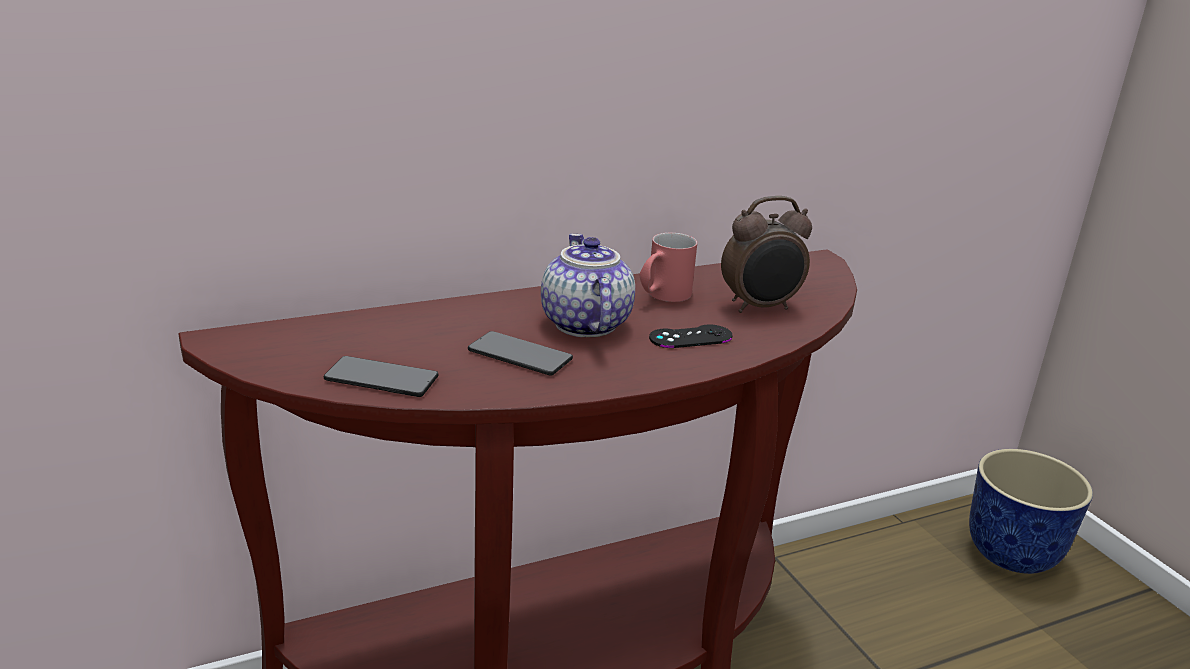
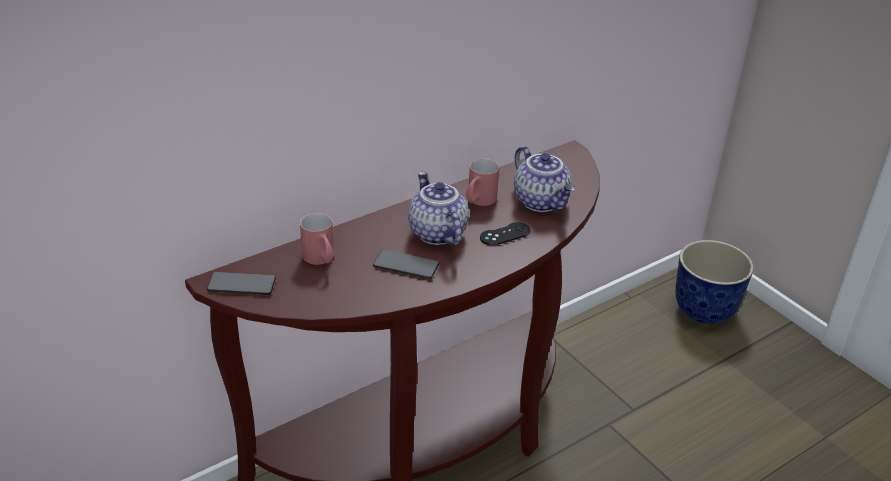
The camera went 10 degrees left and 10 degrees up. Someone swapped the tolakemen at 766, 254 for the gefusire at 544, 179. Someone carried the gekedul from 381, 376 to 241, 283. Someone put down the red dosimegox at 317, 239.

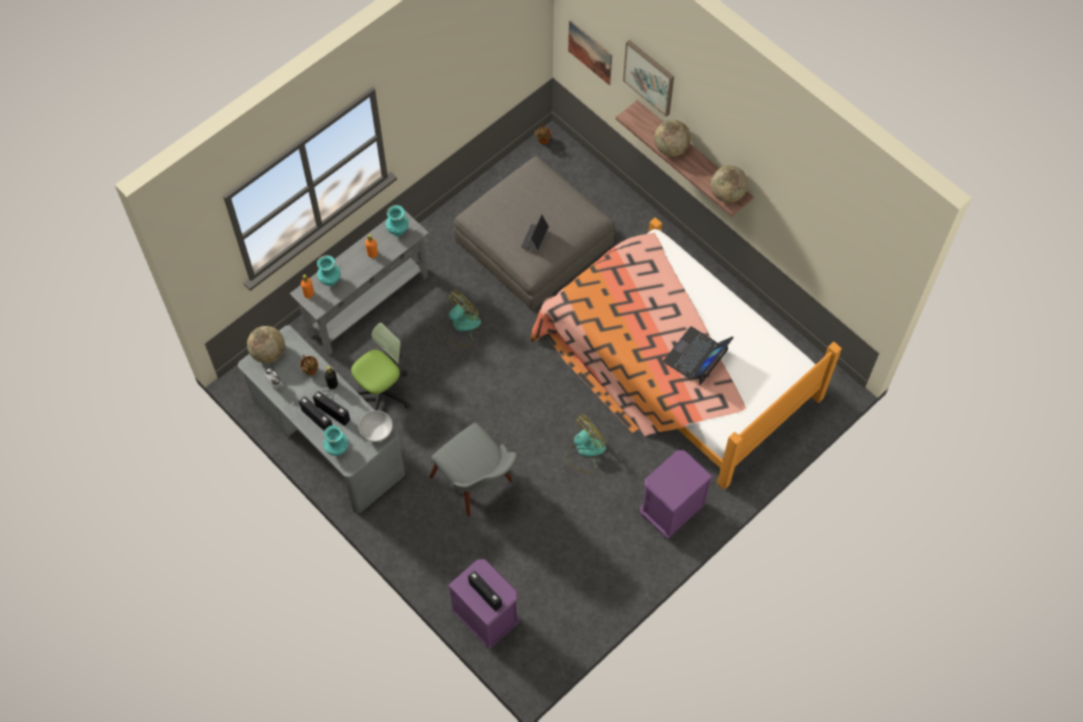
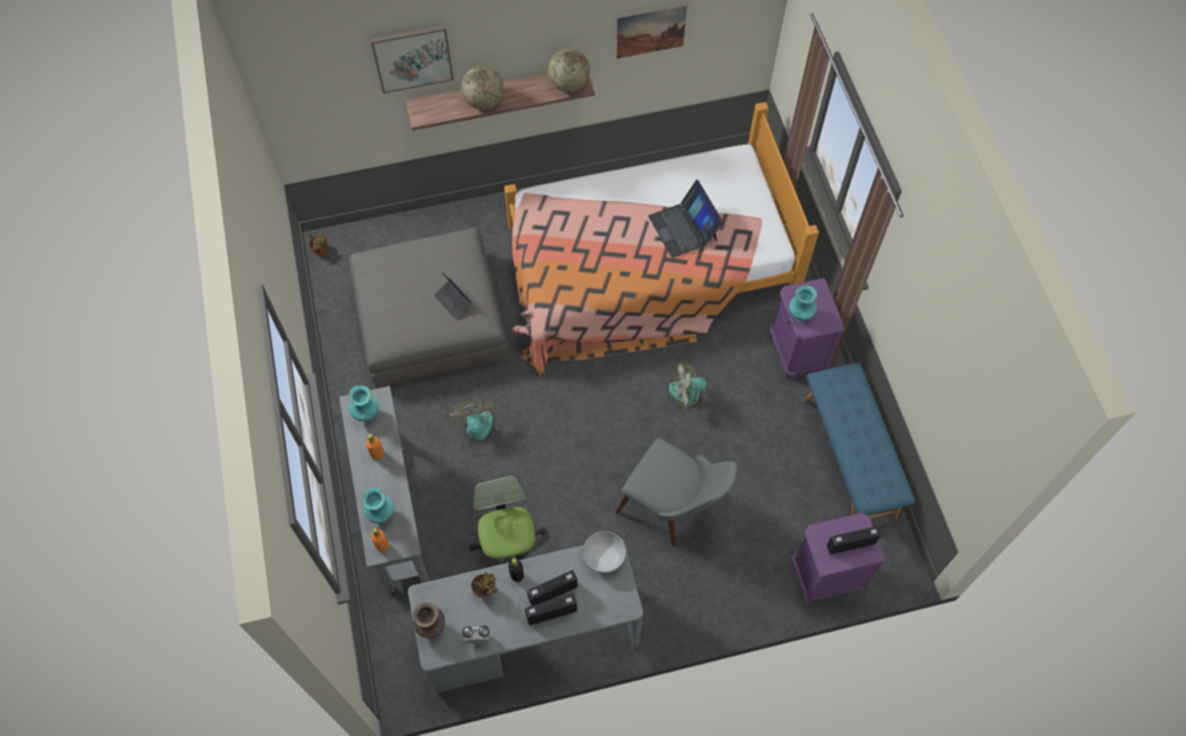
The camera went 60 degrees left and 0 degrees up. Someone carried the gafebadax from 590, 52 to 651, 31. Someone swapped the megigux at 266, 344 for the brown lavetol at 429, 620. Someone rotated the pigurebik at 585, 443 by 90 degrees counterclockwise. Someone rotated the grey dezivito at 474, 470 by 45 degrees clockwise. Someone carried the turquoise lavetol from 335, 440 to 803, 303. Someone put down the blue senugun at 859, 441.

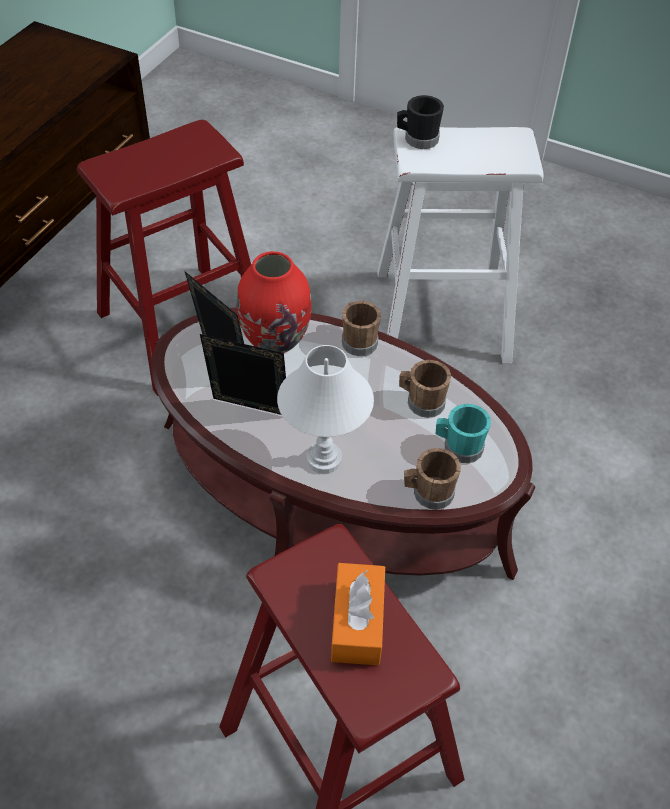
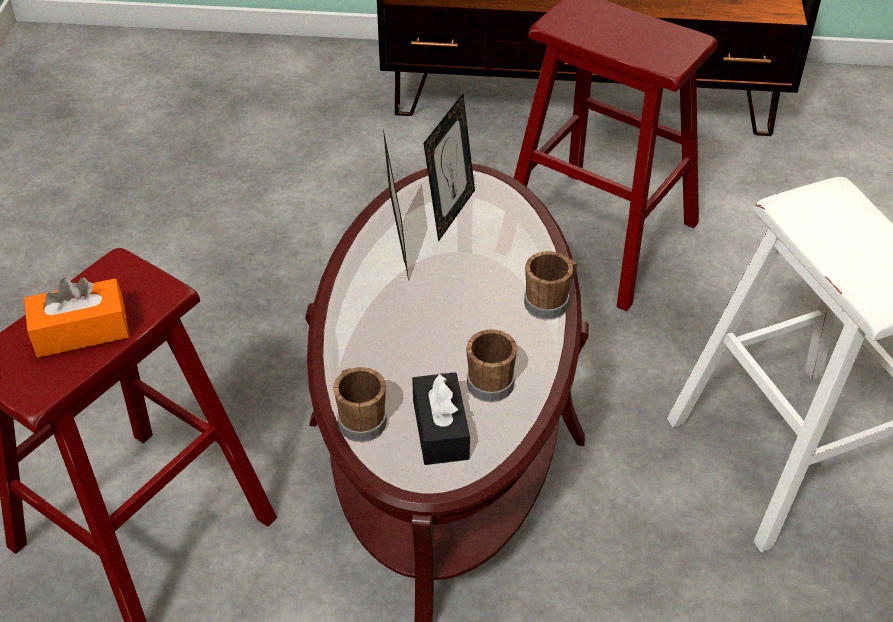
The camera went 70 degrees right and 5 degrees down. Someone took away the black dosimegox at 420, 122. Someone took away the red lavetol at 274, 302. Someone took away the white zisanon at 325, 409. Someone swapped the turquoise dosimegox at 463, 433 for the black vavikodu at 441, 418.

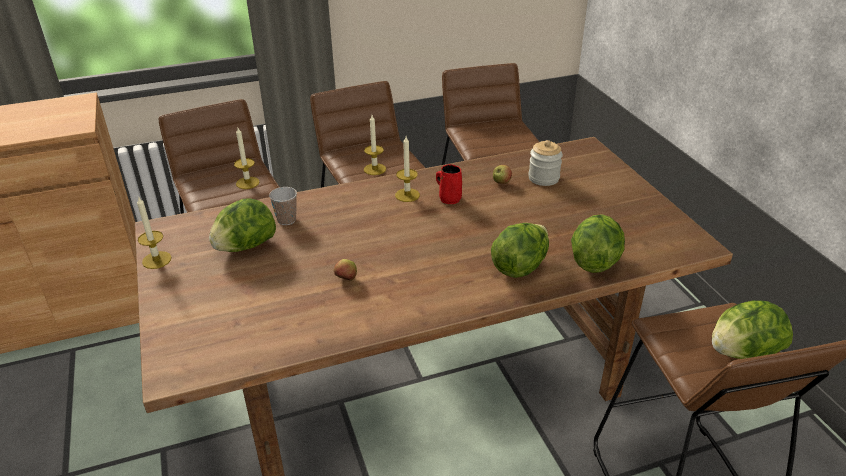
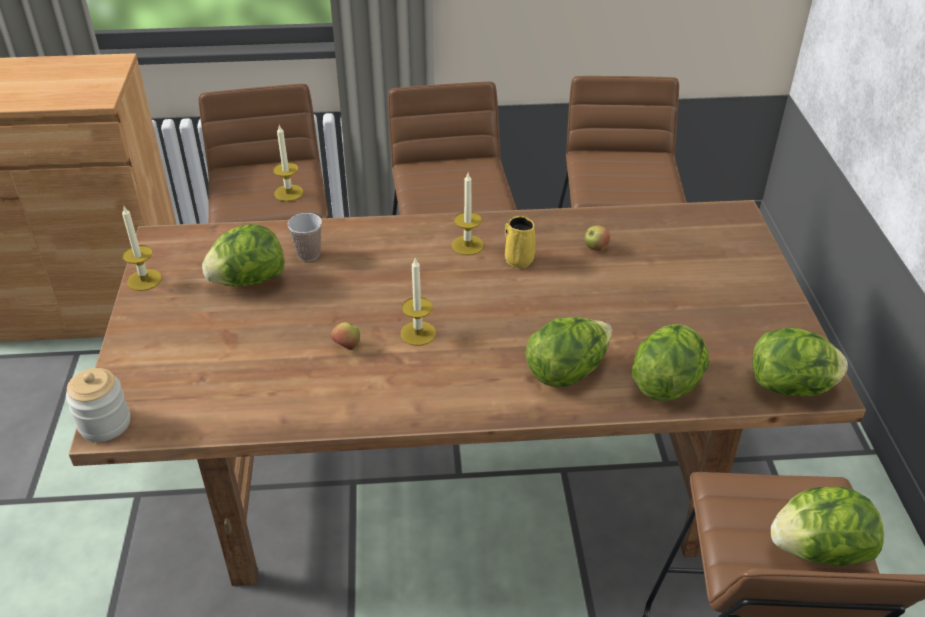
The camera went 15 degrees right and 5 degrees up. Someone carried the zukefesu from 375, 145 to 418, 301. Someone carried the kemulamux from 545, 163 to 98, 405. Someone repainted the red dosimegox at 449, 184, which became the yellow dosimegox at 520, 242. Someone put down the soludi at 800, 362.

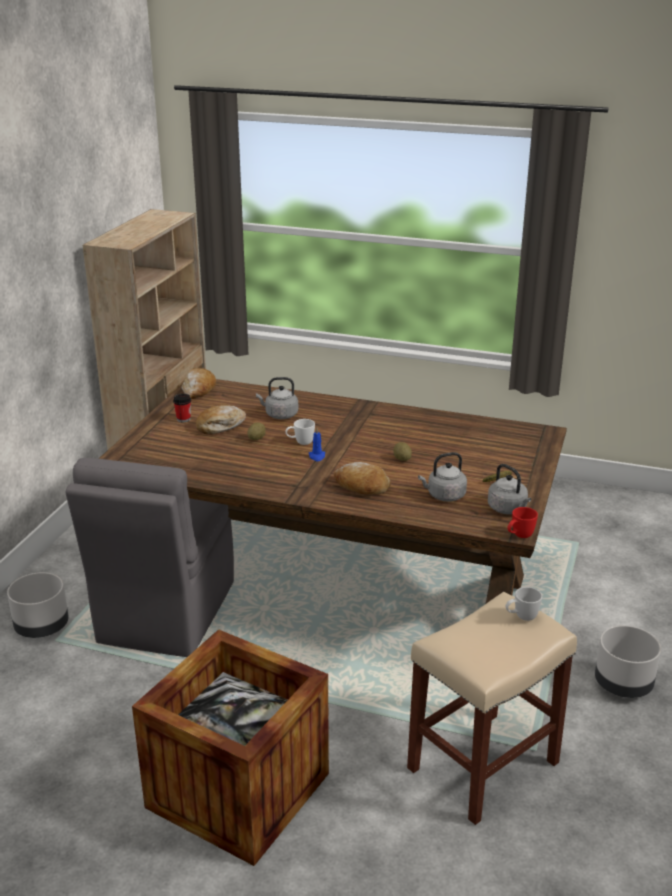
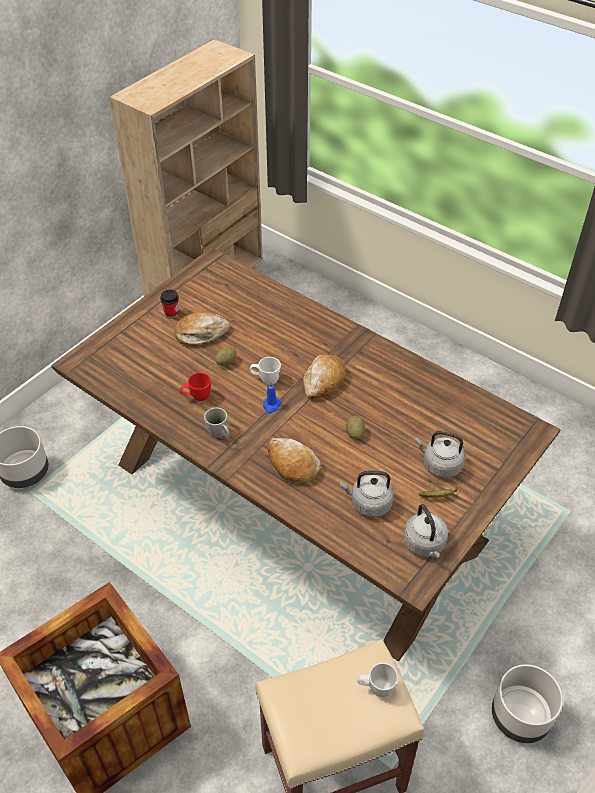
The camera went 20 degrees right and 20 degrees up. Someone carried the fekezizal from 199, 383 to 324, 376. Someone carried the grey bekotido from 277, 398 to 440, 454. Someone took away the grey dezivito at 150, 557. Someone carried the red dosimegox from 522, 522 to 195, 387. Someone put down the grey dosimegox at 217, 422.

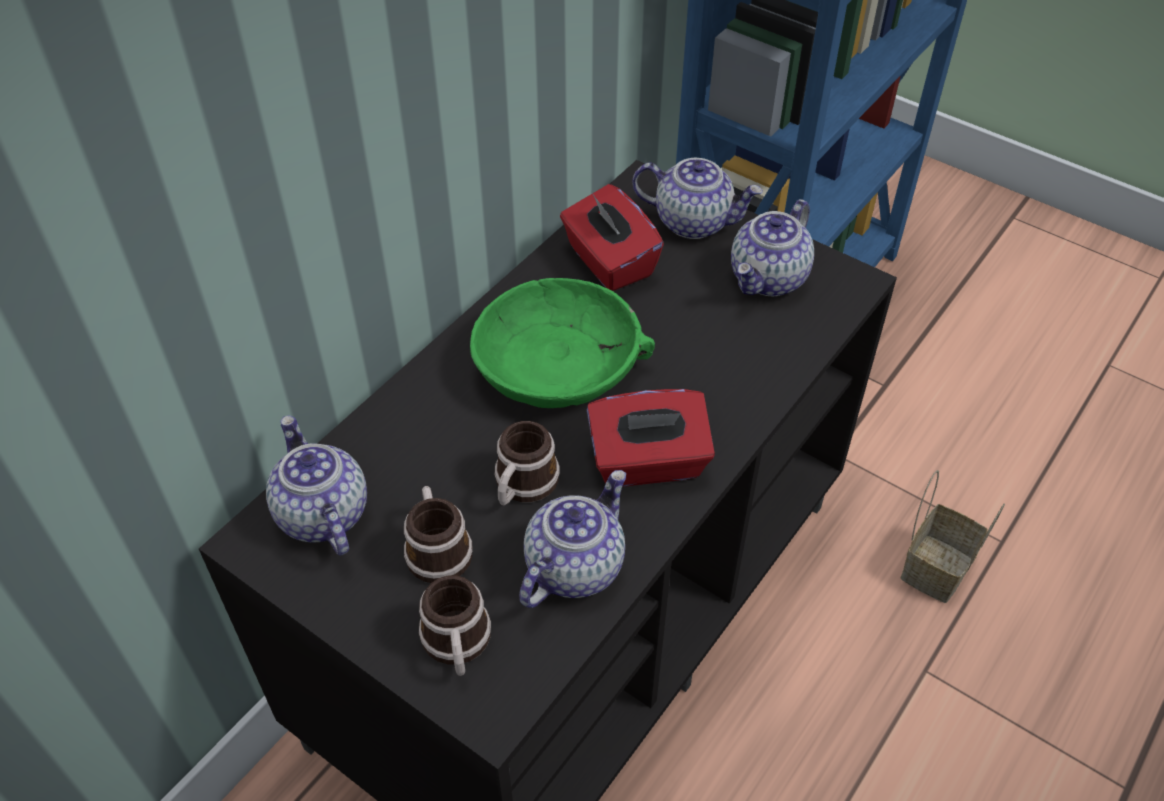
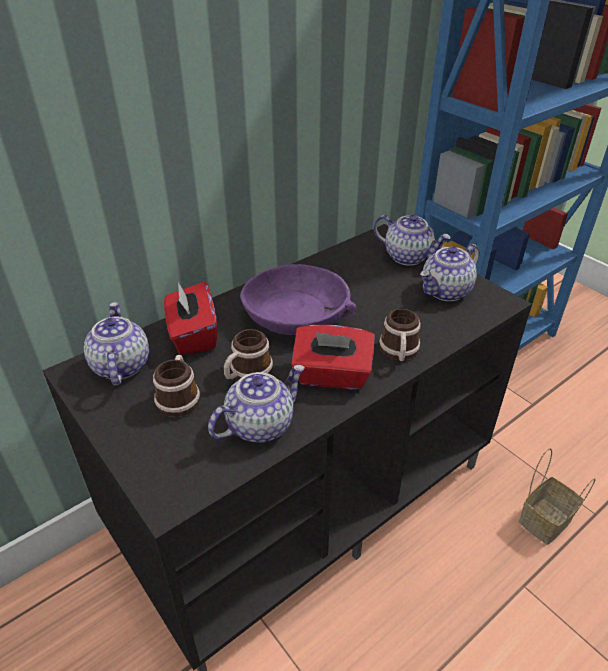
The camera went 15 degrees right and 10 degrees down. Someone carried the red vavikodu from 612, 237 to 190, 318. Someone repainted the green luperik at 562, 343, which became the purple luperik at 298, 299. Someone carried the dosimegox from 455, 625 to 400, 335.

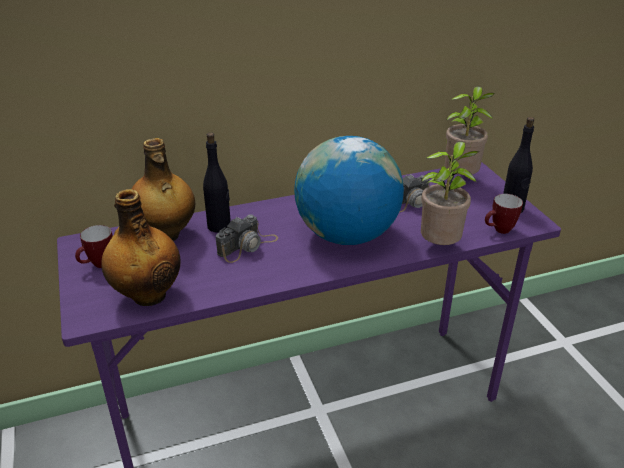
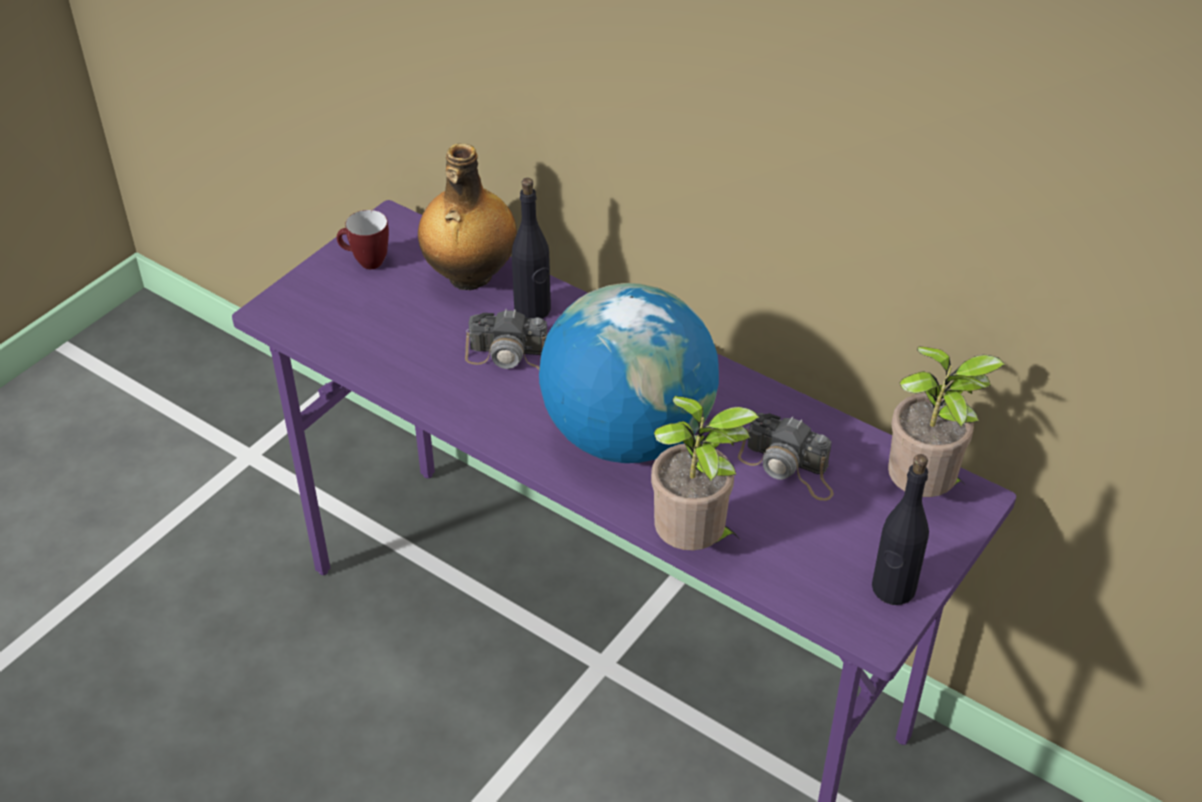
The camera went 55 degrees right and 10 degrees up. Someone took away the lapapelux at 140, 247. Someone took away the dosimegox at 504, 214.

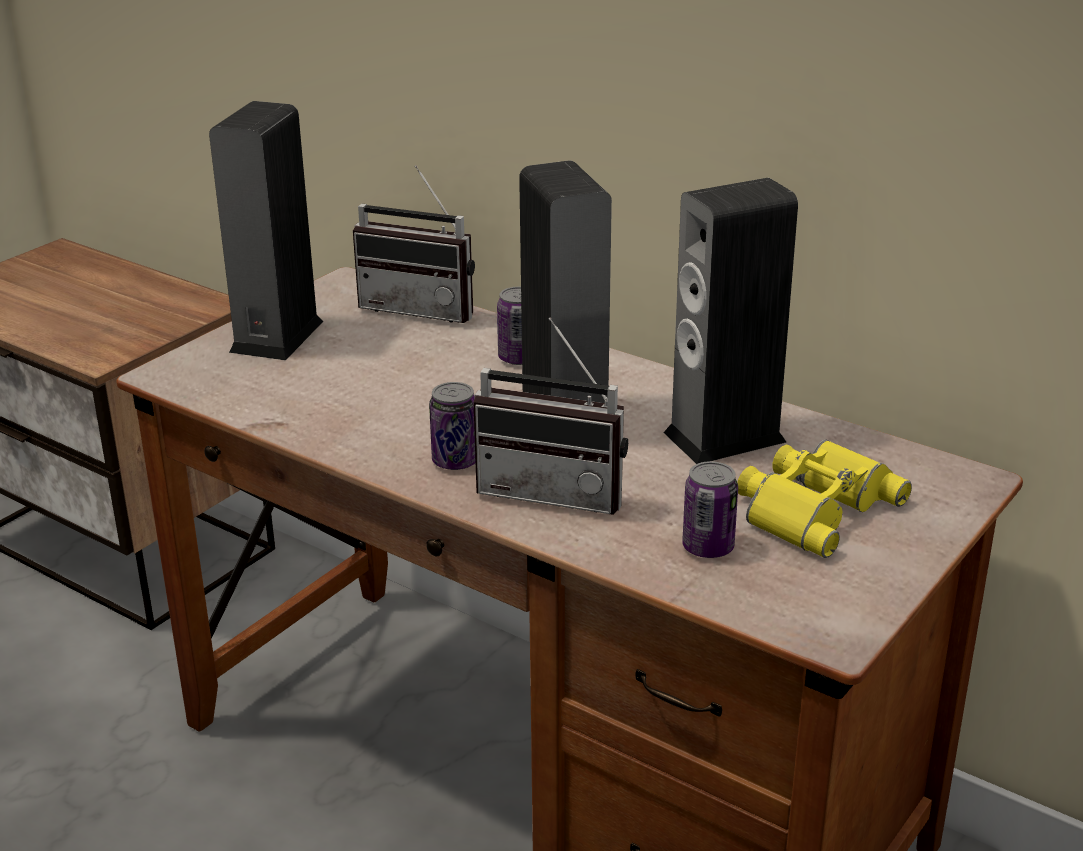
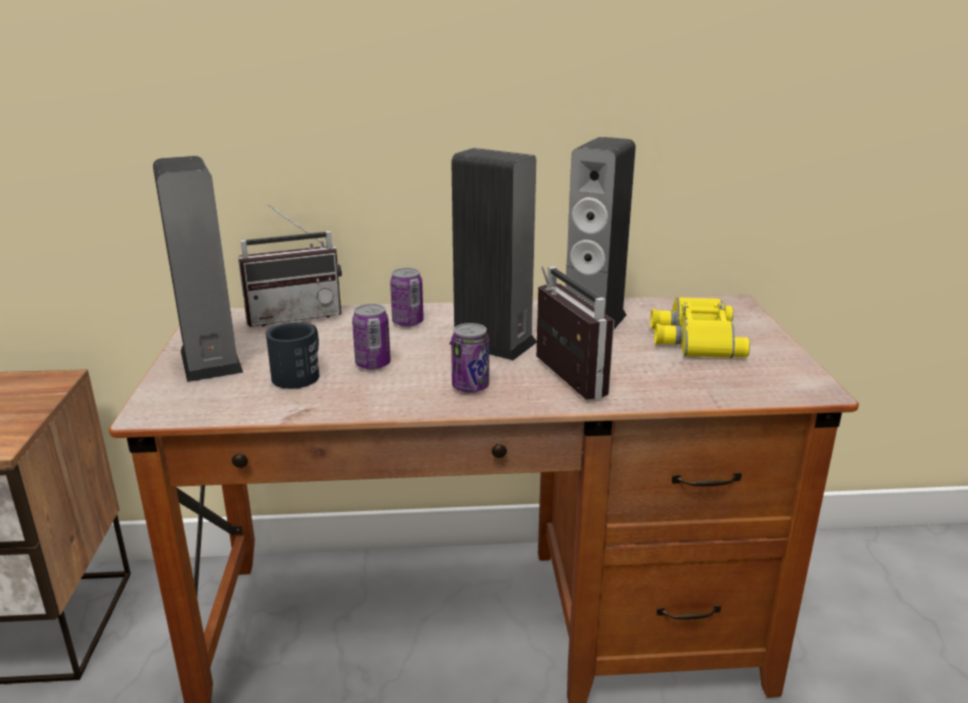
The camera went 40 degrees left and 5 degrees down. Someone rotated the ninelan at 550, 416 by 90 degrees counterclockwise. Someone carried the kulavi from 710, 509 to 371, 337. Someone put down the black dosimegox at 292, 355.

